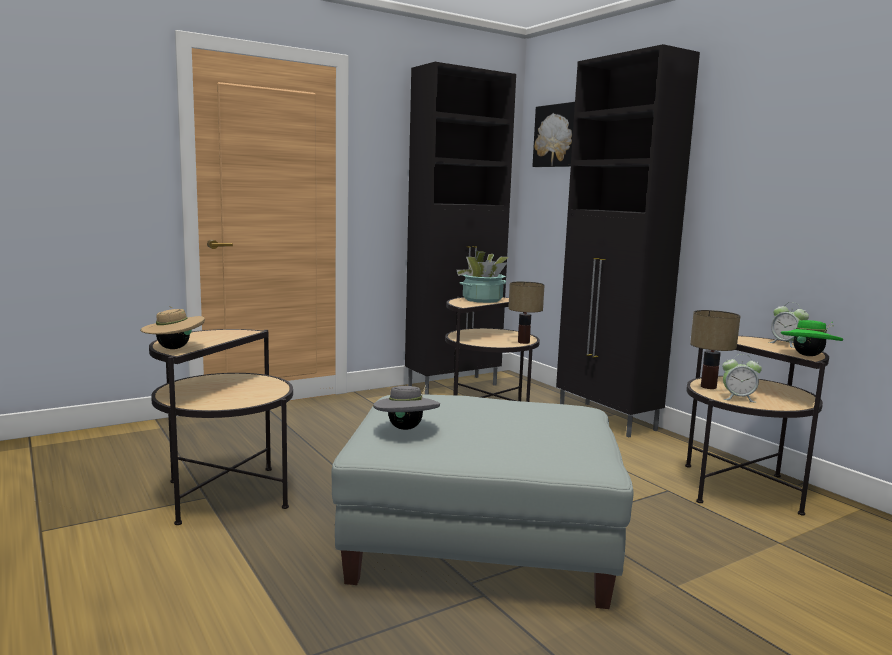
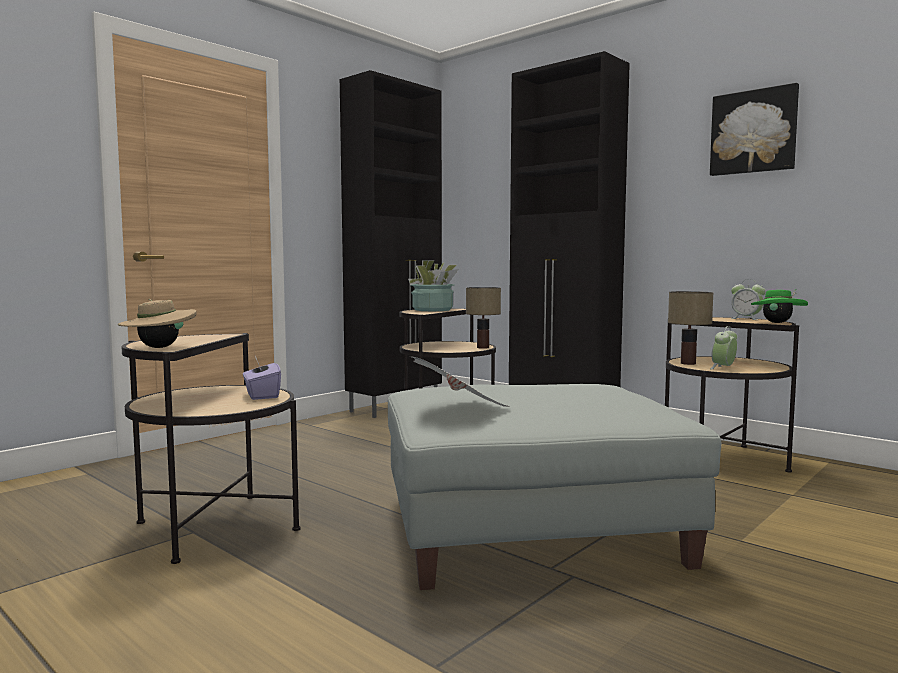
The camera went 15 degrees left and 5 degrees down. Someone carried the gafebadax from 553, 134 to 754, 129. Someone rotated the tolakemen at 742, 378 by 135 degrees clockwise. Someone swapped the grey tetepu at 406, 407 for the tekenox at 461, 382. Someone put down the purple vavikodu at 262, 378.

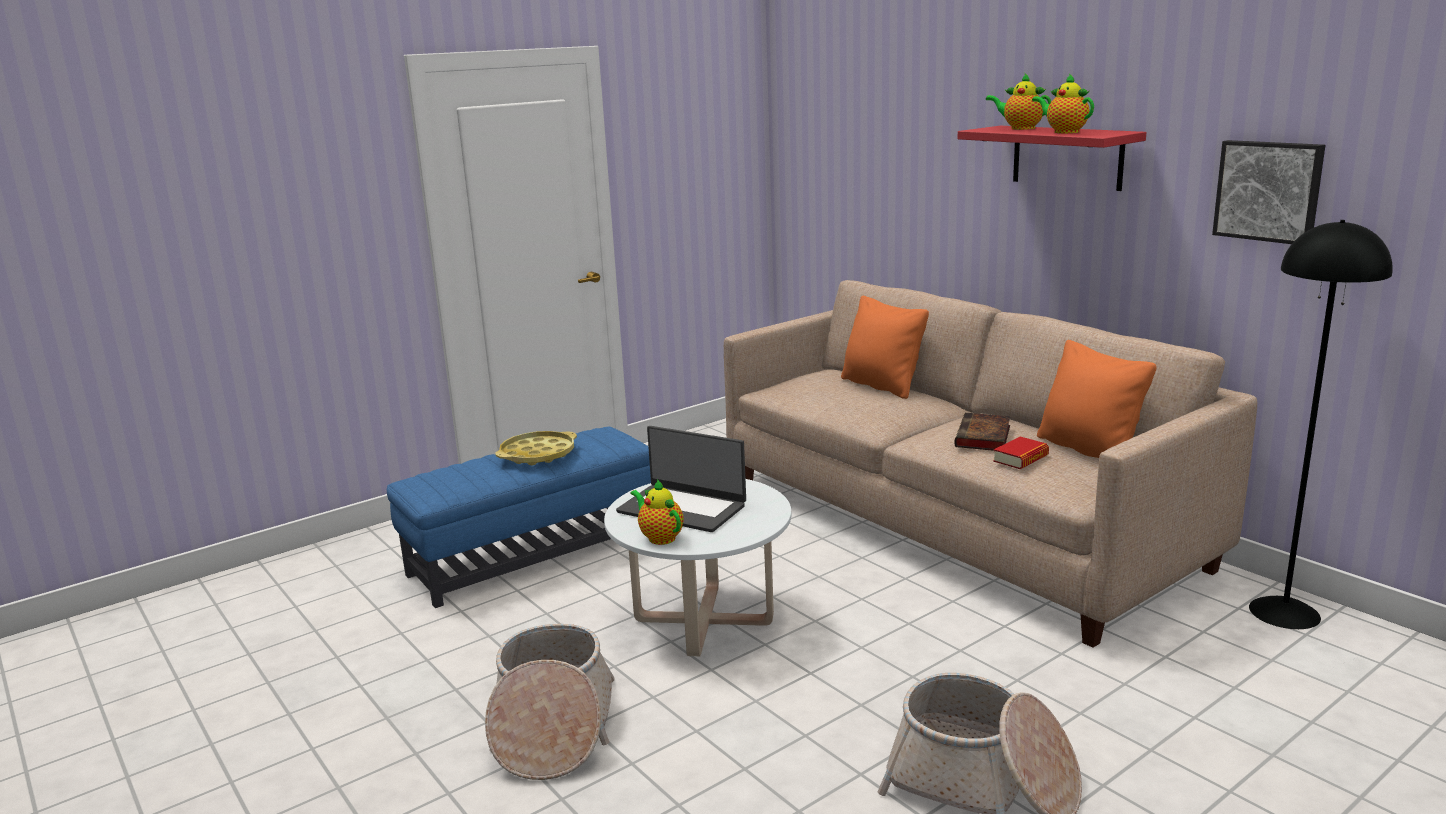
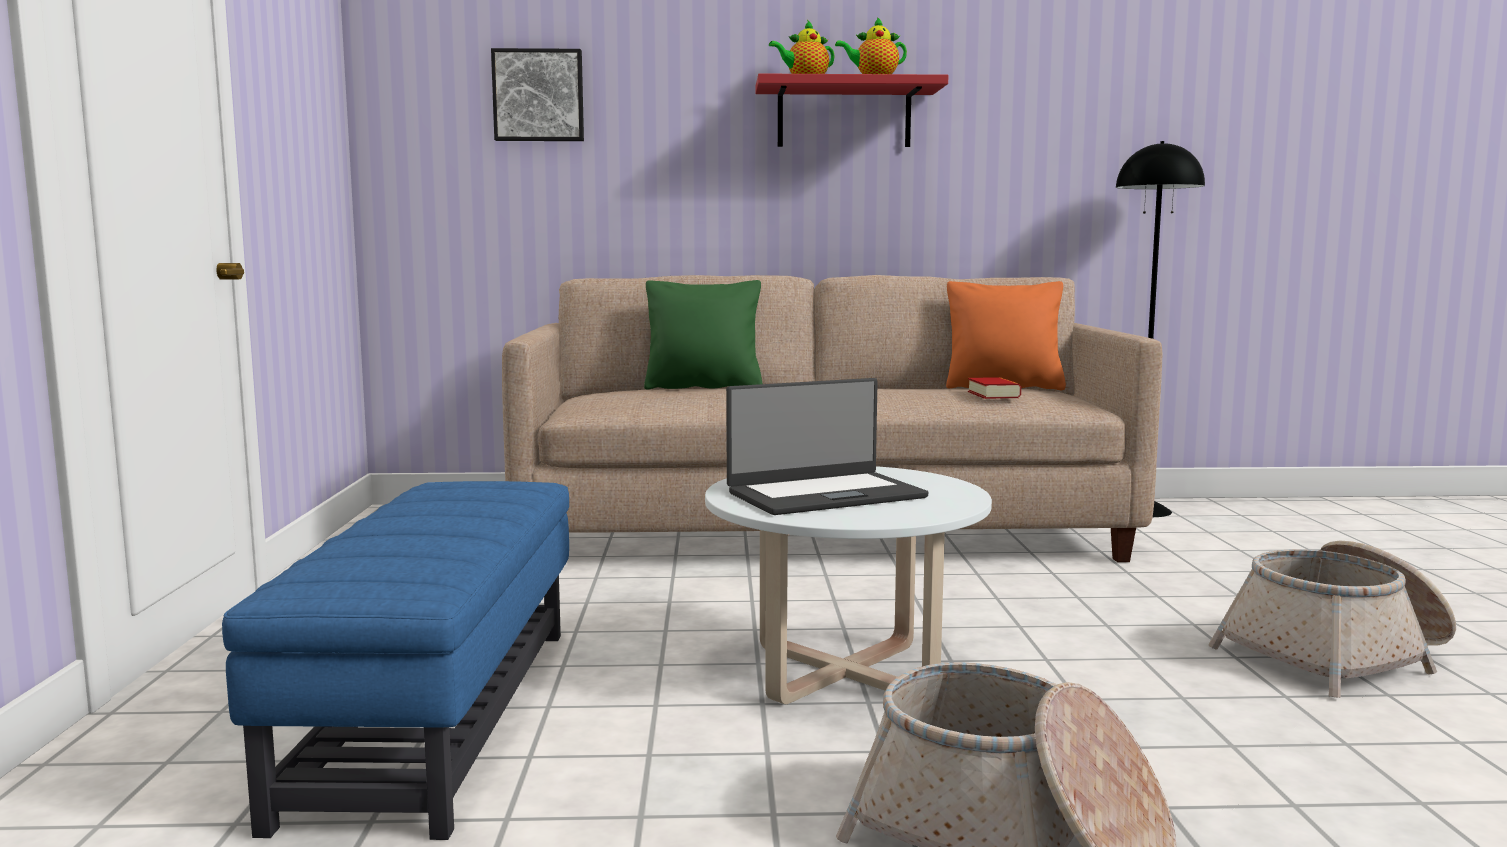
The camera went 55 degrees left and 10 degrees down. Someone carried the gafebadax from 1268, 192 to 537, 94. Someone repainted the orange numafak at 885, 347, which became the green numafak at 703, 334. Someone took away the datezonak at 982, 432. Someone took away the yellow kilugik at 536, 448. Someone took away the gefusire at 657, 512.

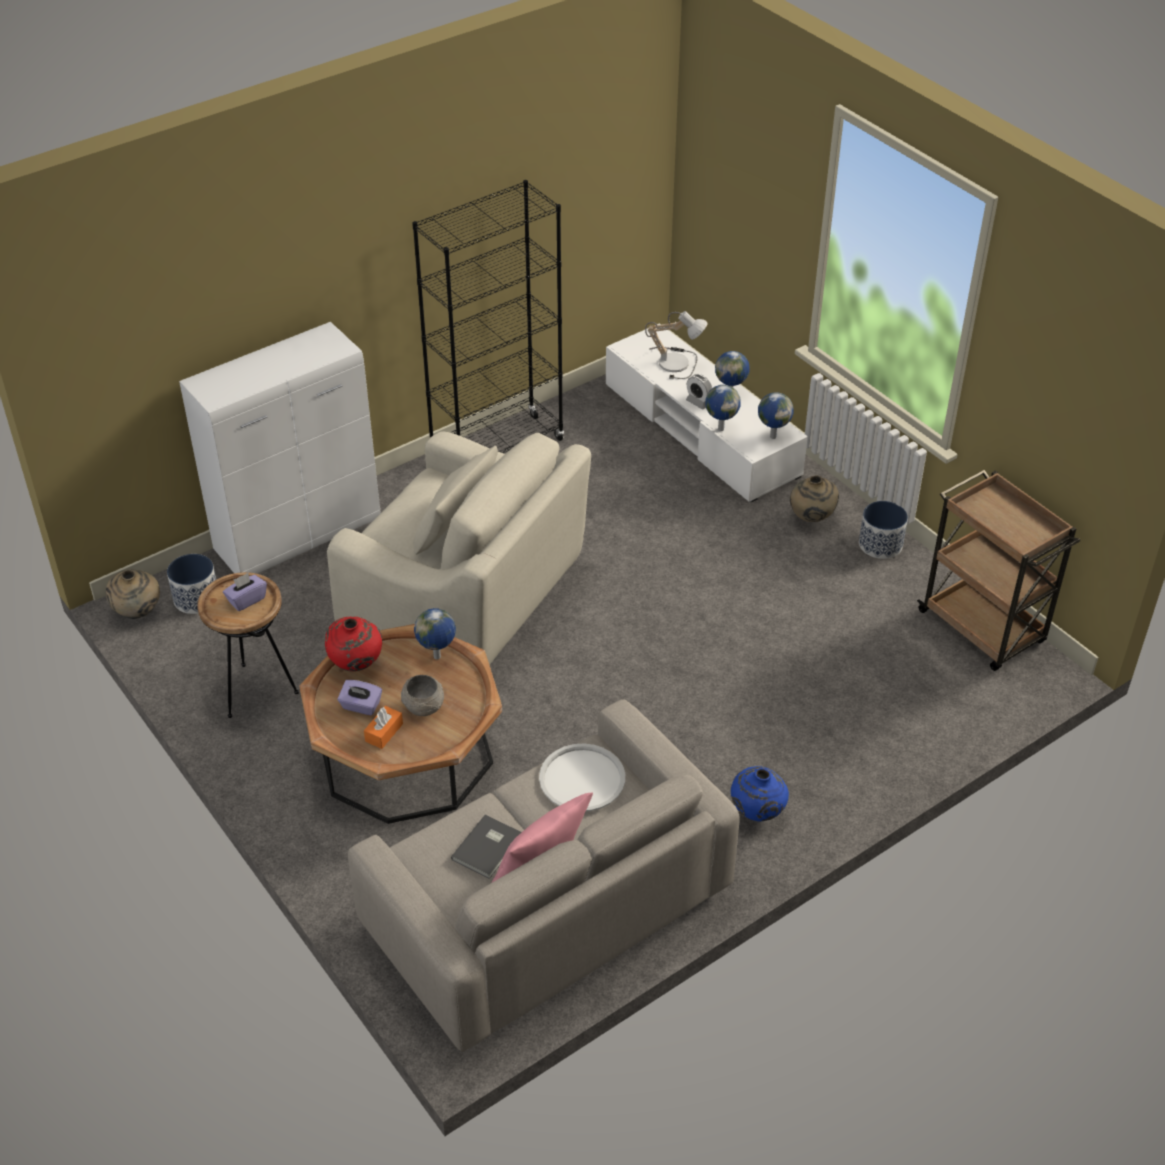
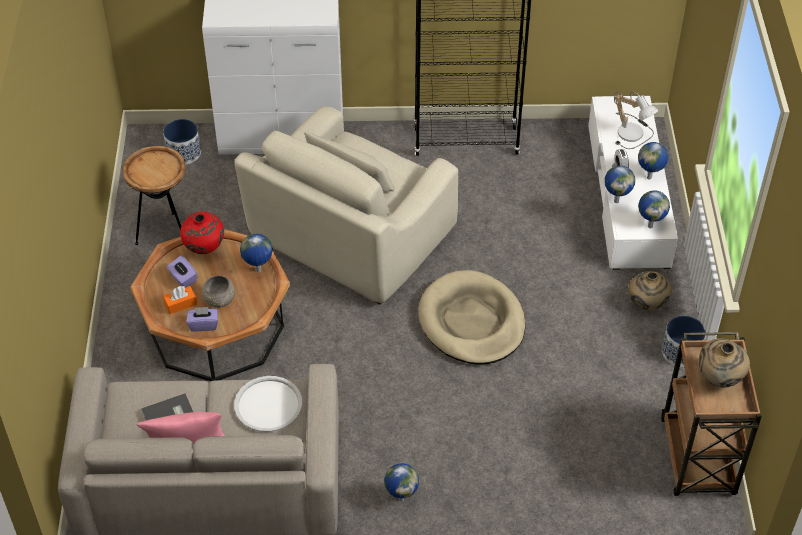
The camera went 35 degrees right and 5 degrees up. Someone rotated the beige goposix at 459, 548 by 60 degrees clockwise. Someone carried the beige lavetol from 133, 594 to 724, 363. Someone carried the purple vavikodu from 245, 592 to 202, 319. Someone swapped the blue lavetol at 760, 793 for the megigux at 401, 482. Someone put down the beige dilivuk at 471, 317.

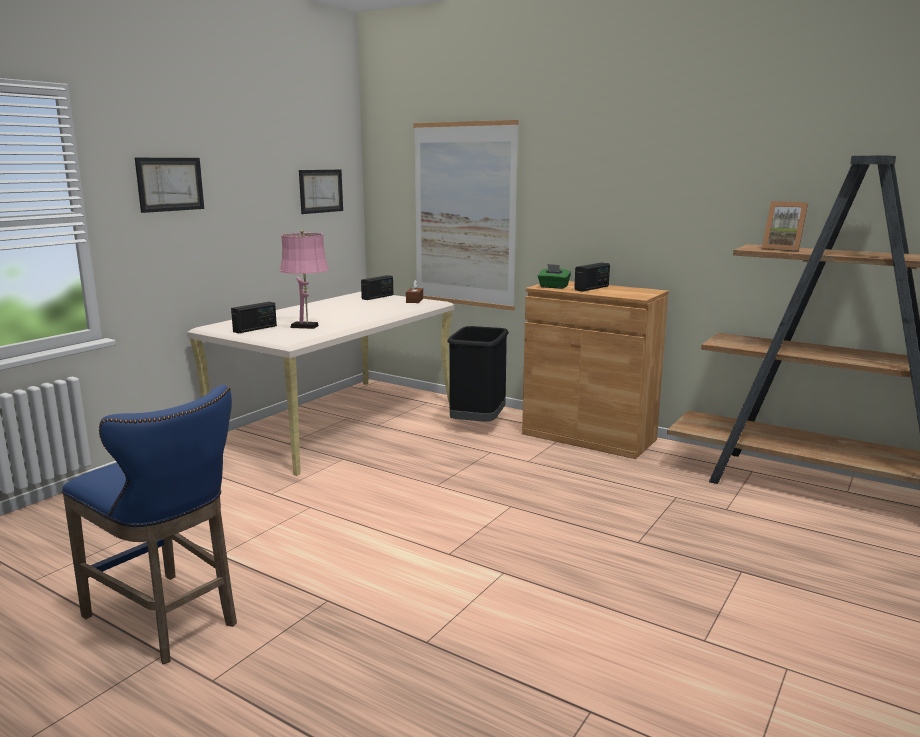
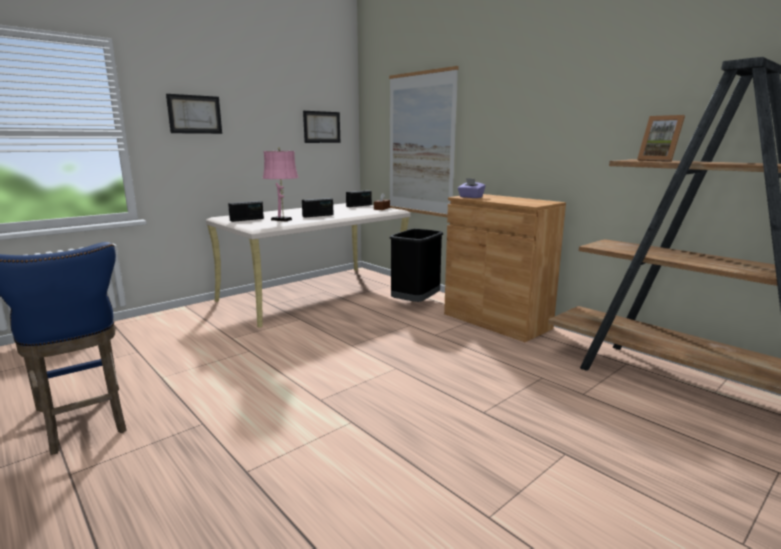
The camera went 15 degrees right and 0 degrees up. Someone carried the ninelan from 592, 277 to 318, 207. Someone repainted the green vavikodu at 554, 276, which became the purple vavikodu at 472, 188.

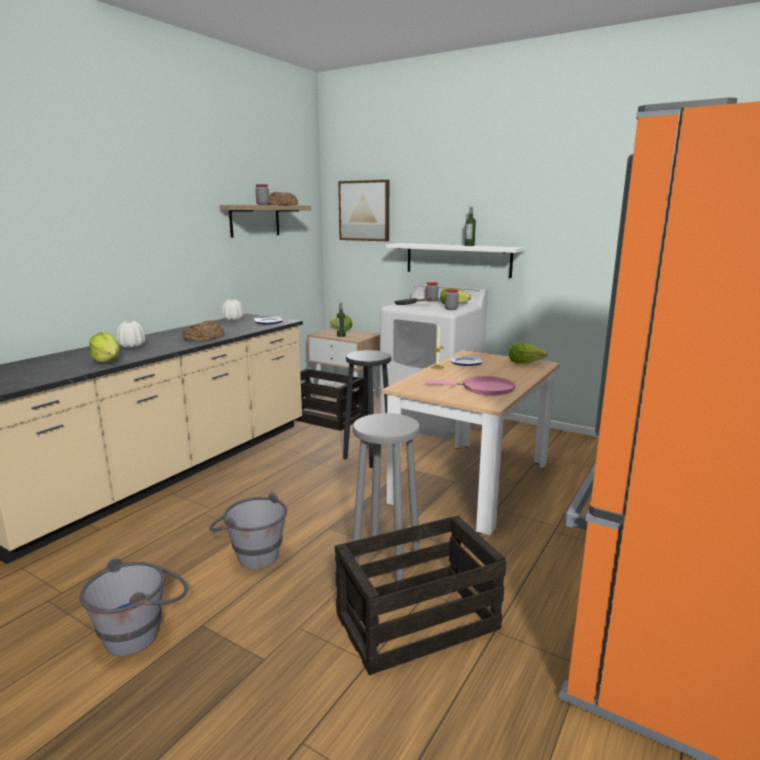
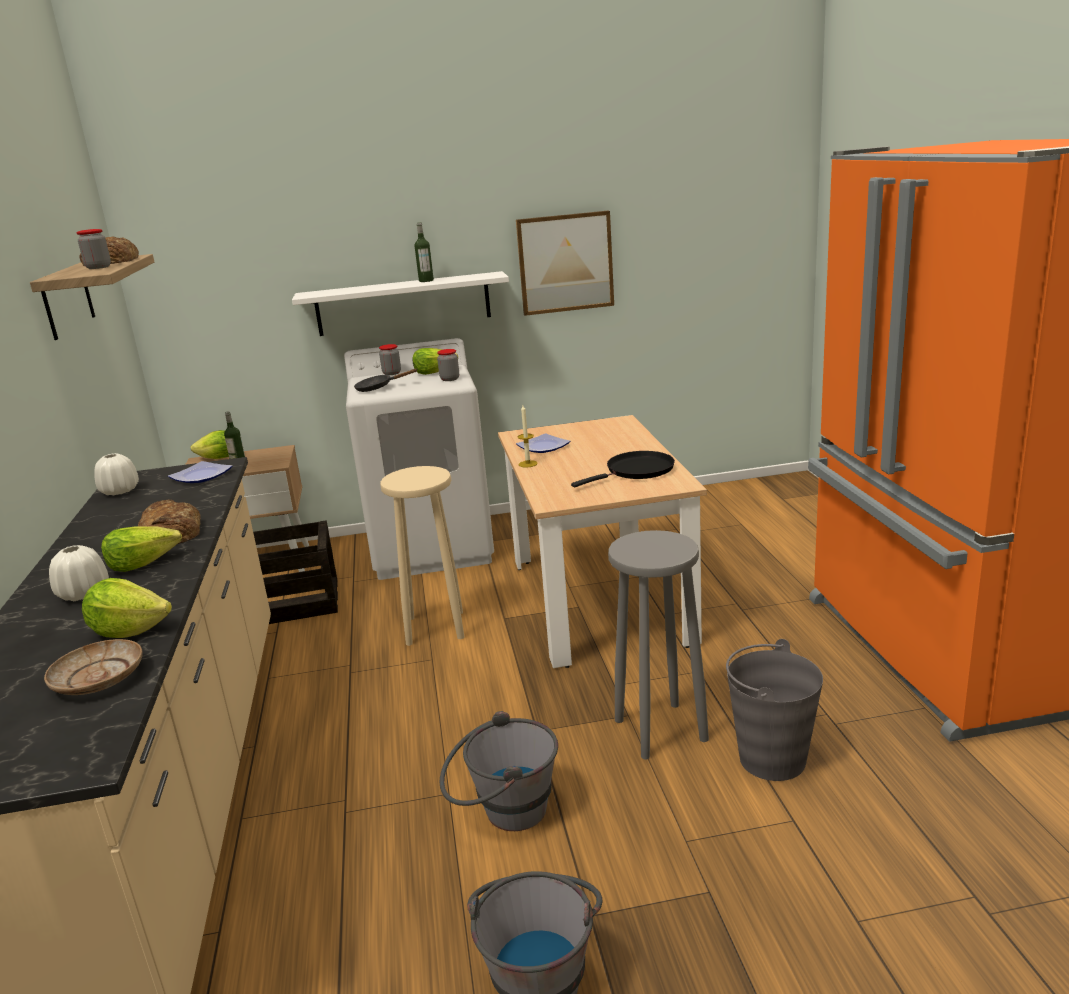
The camera went 40 degrees left and 5 degrees up. Someone carried the gafebadax from 363, 210 to 565, 263. Someone carried the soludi from 528, 352 to 141, 549. Someone repainted the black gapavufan at 367, 409, which became the beige gapavufan at 422, 556. Someone repainted the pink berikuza at 470, 386, which became the black berikuza at 623, 469. Someone swapped the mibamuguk at 420, 595 for the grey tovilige at 774, 710. Someone put down the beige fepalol at 93, 667.

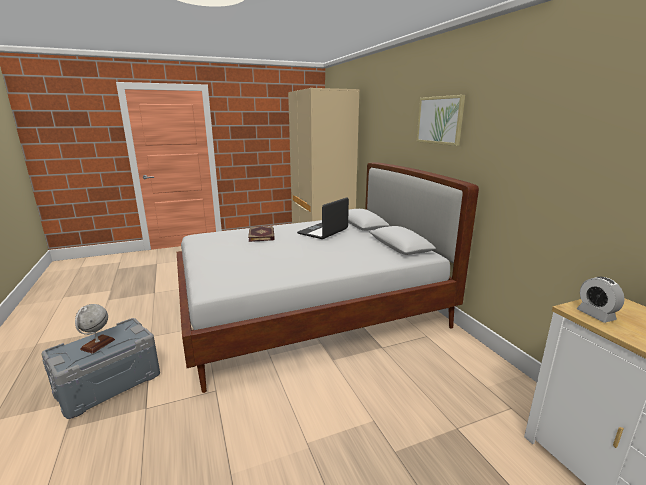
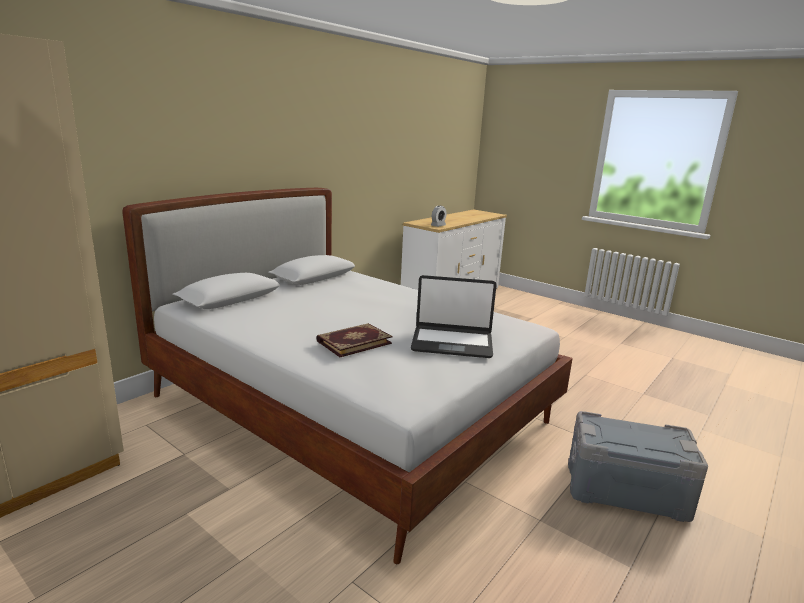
The camera went 120 degrees left and 0 degrees up. Someone took away the gafebadax at 441, 120. Someone carried the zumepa from 323, 218 to 454, 316. Someone took away the megigux at 95, 329.

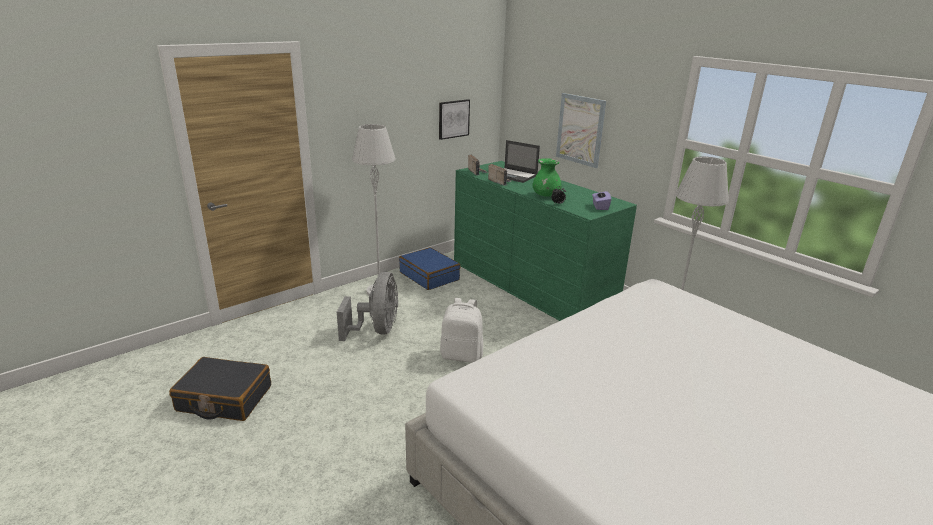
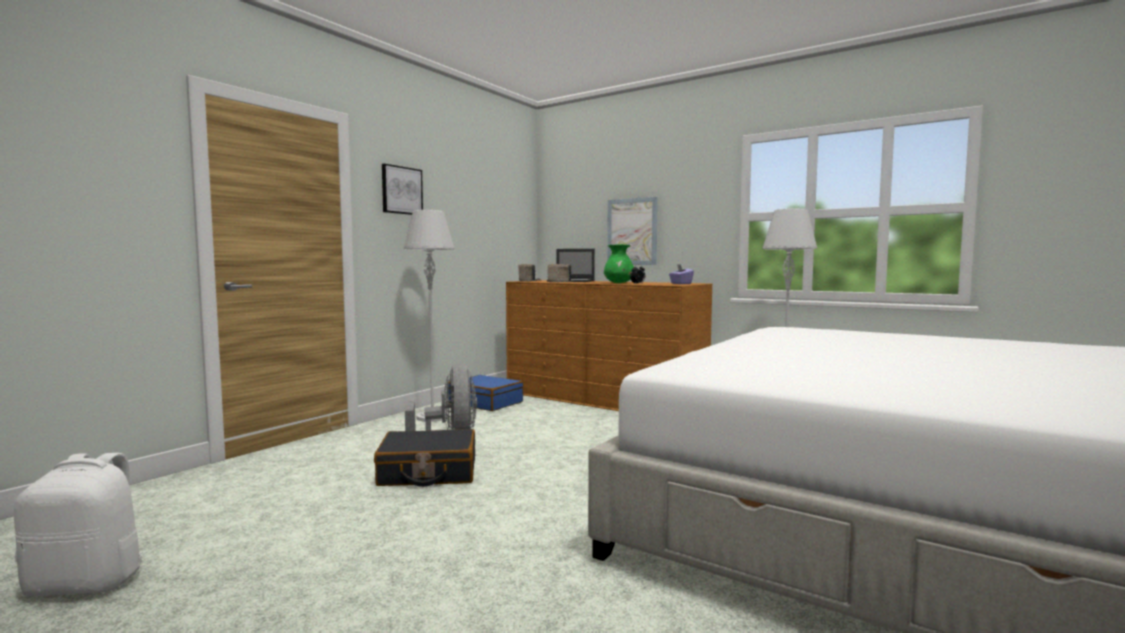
The camera went 15 degrees left and 20 degrees down. Someone carried the gafebadax from 454, 119 to 402, 189. Someone repainted the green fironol at 545, 241, which became the brown fironol at 609, 345. Someone carried the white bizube from 461, 330 to 78, 524. Someone carried the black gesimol from 220, 389 to 424, 458.

